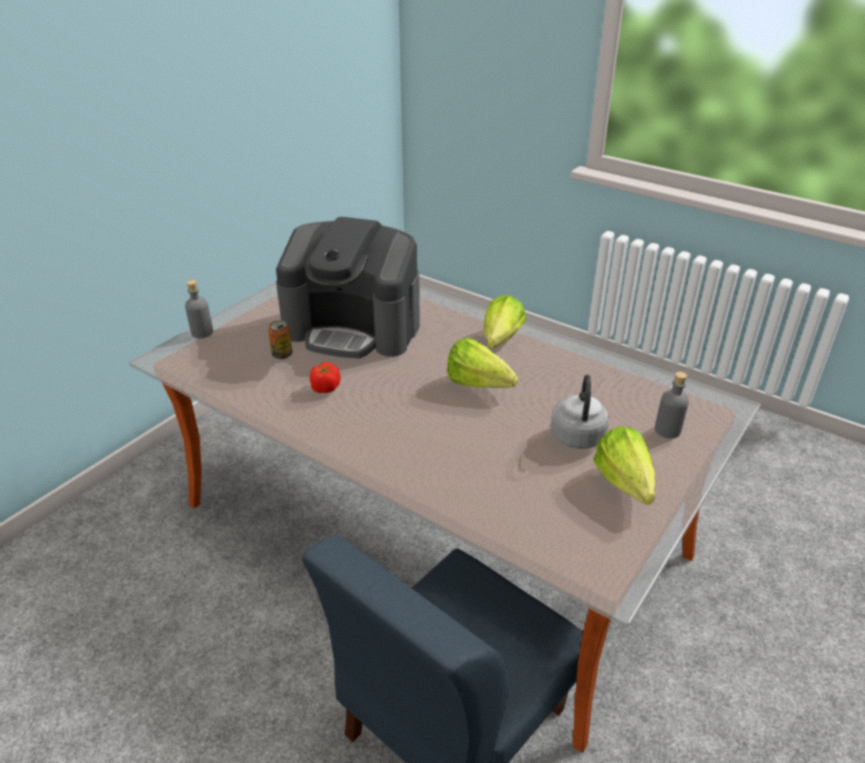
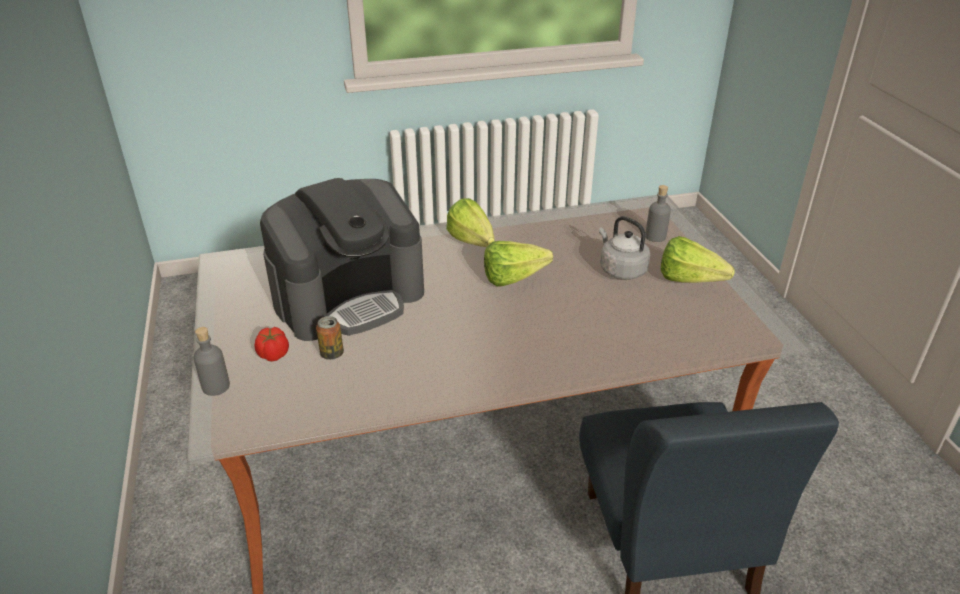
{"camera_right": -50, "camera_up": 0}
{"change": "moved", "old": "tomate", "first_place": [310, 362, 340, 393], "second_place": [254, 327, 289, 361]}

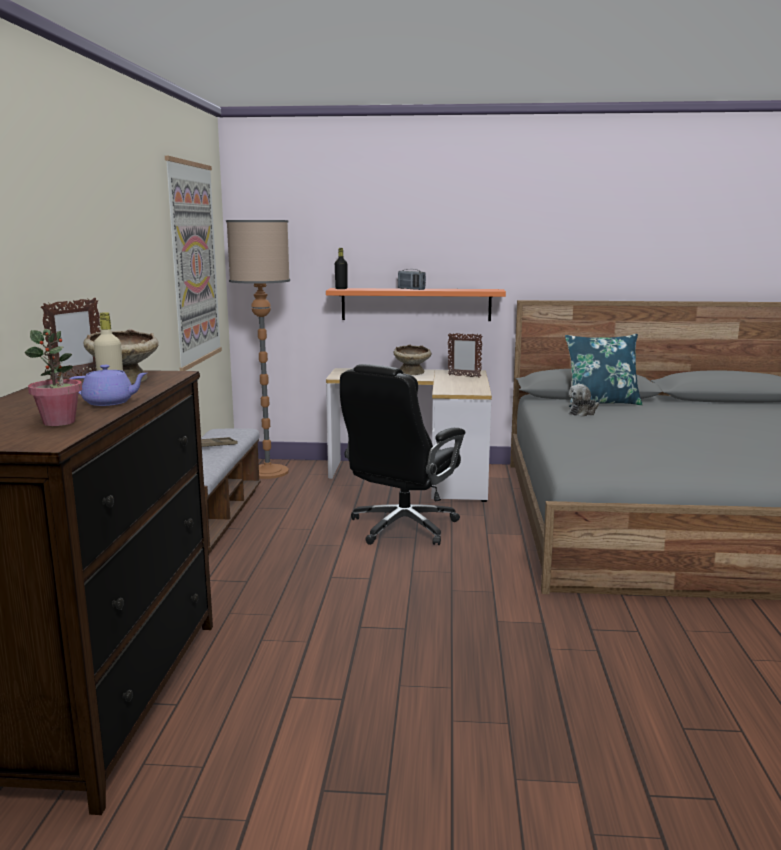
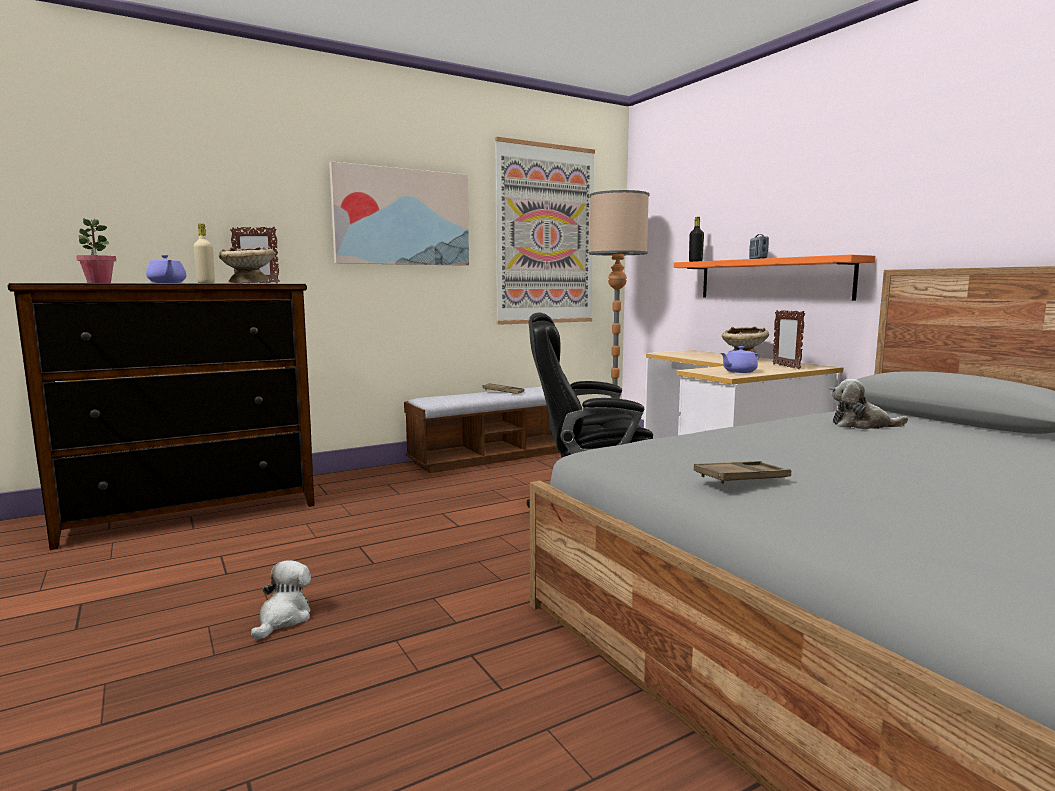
{"camera_right": 55, "camera_up": -5}
{"change": "removed", "old": "coussin [bleu]", "first_place": [565, 334, 643, 407]}
{"change": "added", "new": "tableau", "second_place": [329, 161, 469, 266]}
{"change": "added", "new": "théière [violet]", "second_place": [721, 346, 759, 373]}
{"change": "added", "new": "plateau [marron]", "second_place": [694, 461, 791, 484]}
{"change": "added", "new": "peluche", "second_place": [251, 560, 311, 640]}

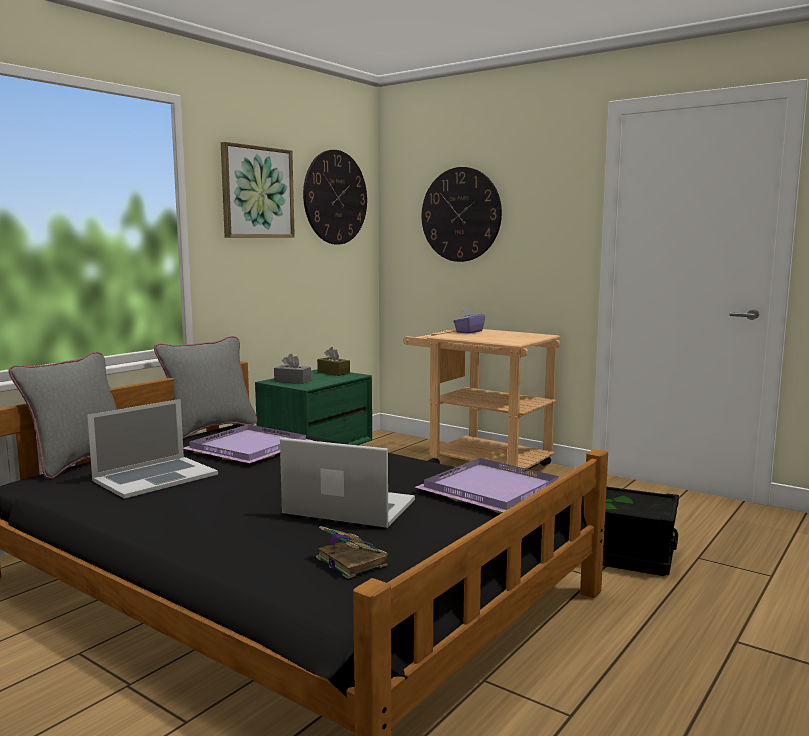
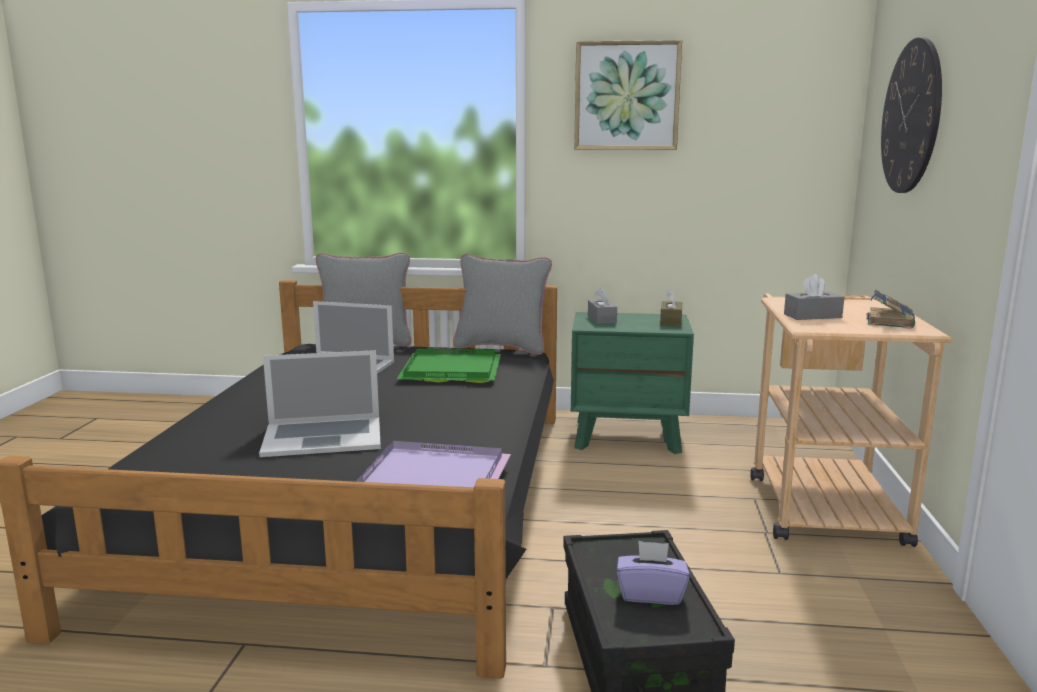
{"camera_right": 60, "camera_up": 5}
{"change": "removed", "old": "horloge murale", "first_place": [303, 150, 367, 245]}
{"change": "moved", "old": "boîte à mouchoirs [violet]", "first_place": [453, 307, 485, 334], "second_place": [617, 541, 690, 605]}
{"change": "recoloured", "old": "plateau [violet]", "new": "plateau [vert]", "first_place": [183, 424, 314, 463], "second_place": [397, 349, 501, 383]}
{"change": "turned", "old": "ordinateur portable", "first_place": [280, 438, 415, 528], "second_place": [259, 350, 381, 457], "degrees": 90}
{"change": "moved", "old": "livre", "first_place": [316, 526, 390, 579], "second_place": [866, 289, 915, 329]}
{"change": "added", "new": "boîte à mouchoirs [gris]", "second_place": [784, 274, 844, 320]}

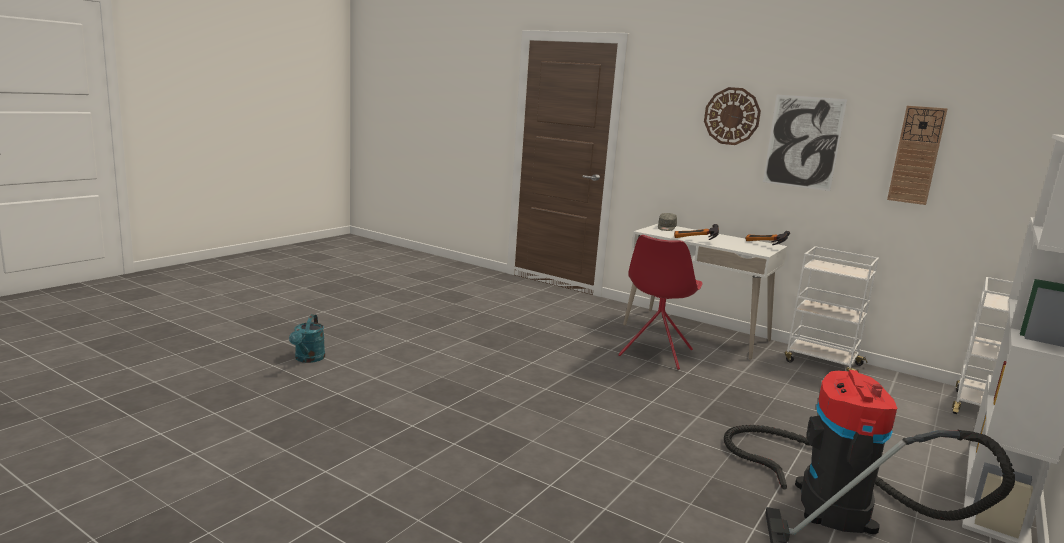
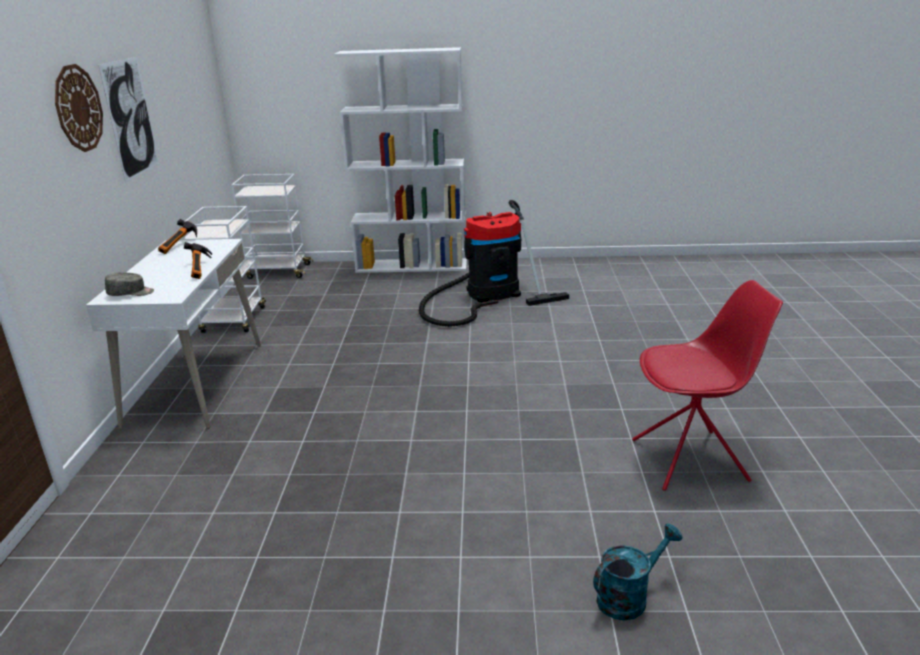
{"camera_right": -120, "camera_up": 10}
{"change": "removed", "old": "horloge murale", "first_place": [887, 106, 948, 205]}
{"change": "moved", "old": "chaise [rouge]", "first_place": [618, 235, 703, 370], "second_place": [632, 280, 783, 491]}

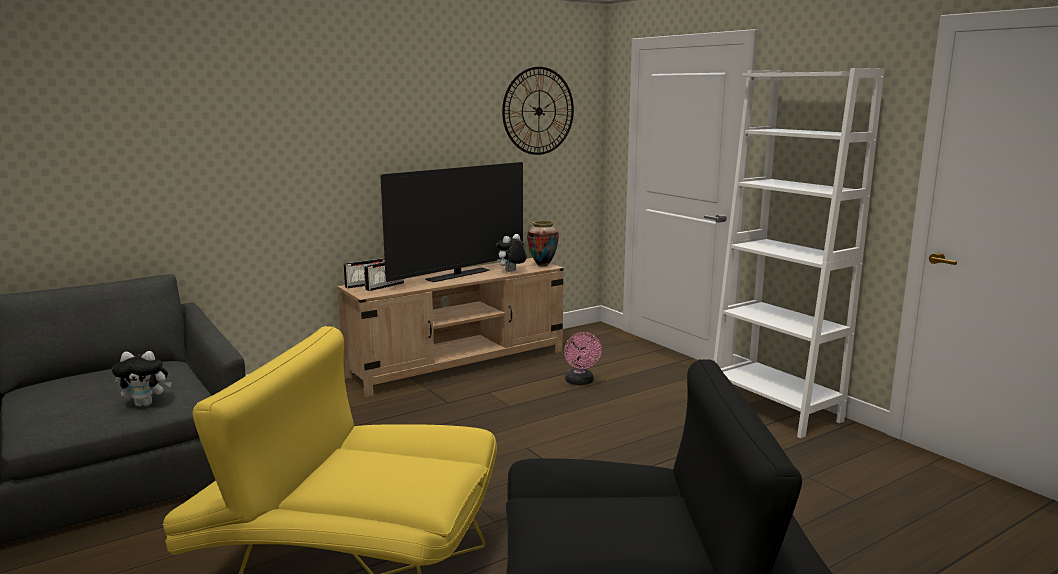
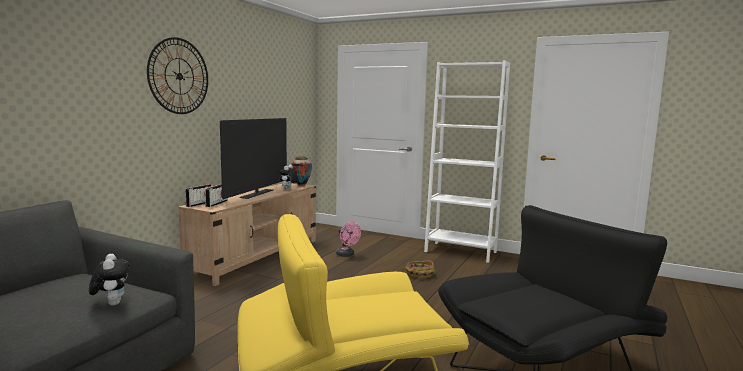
{"camera_right": -30, "camera_up": -5}
{"change": "moved", "old": "horloge murale", "first_place": [502, 67, 574, 155], "second_place": [147, 37, 208, 114]}
{"change": "turned", "old": "peluche", "first_place": [112, 351, 172, 406], "second_place": [89, 254, 130, 306], "degrees": -75}
{"change": "added", "new": "panier", "second_place": [402, 260, 435, 278]}

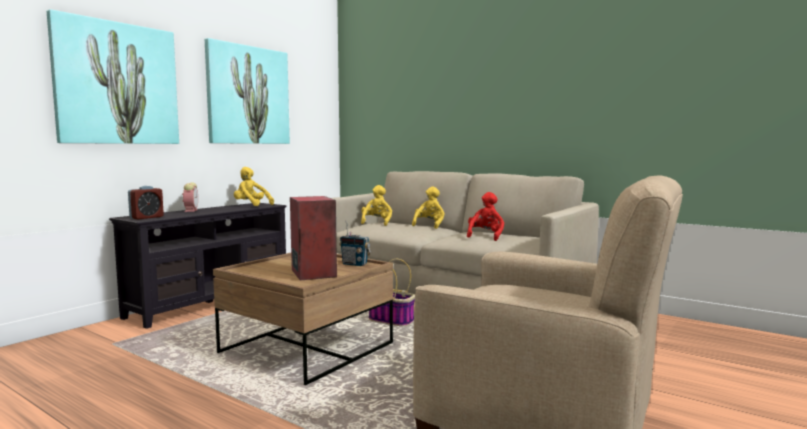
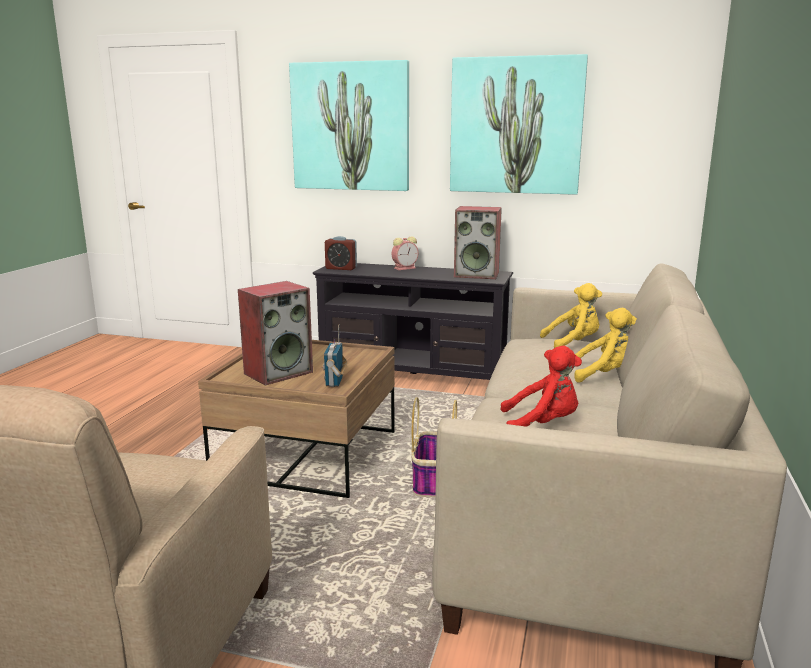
{"camera_right": 70, "camera_up": 10}
{"change": "replaced", "old": "peluche [jaune]", "new": "enceinte", "first_place": [234, 167, 274, 206], "second_place": [454, 206, 502, 279]}

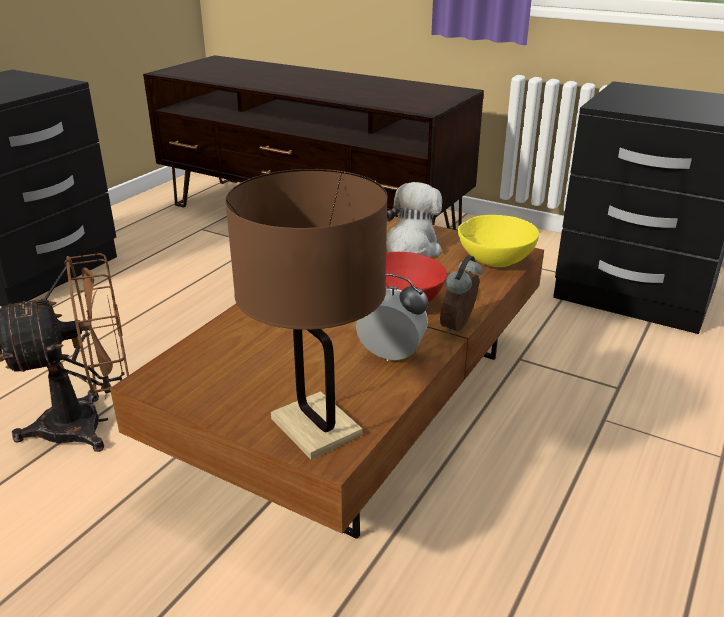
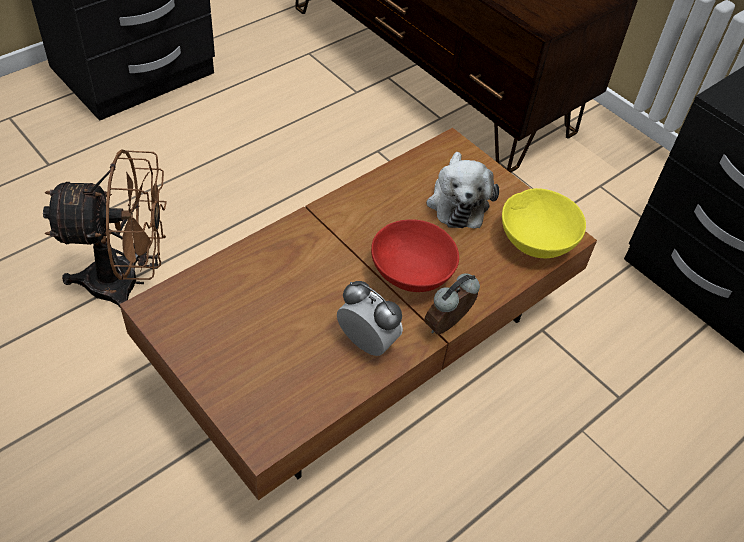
{"camera_right": 15, "camera_up": 20}
{"change": "removed", "old": "lampe de table [marron]", "first_place": [225, 169, 387, 459]}
{"change": "turned", "old": "peluche", "first_place": [386, 182, 442, 257], "second_place": [427, 152, 499, 229], "degrees": 135}

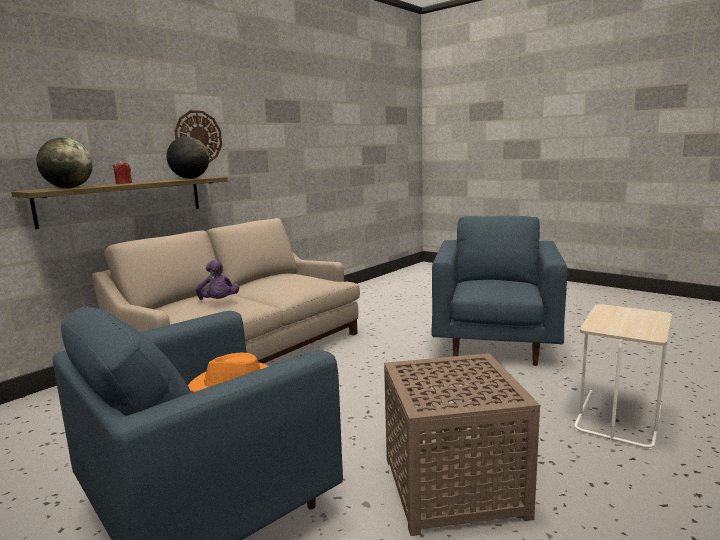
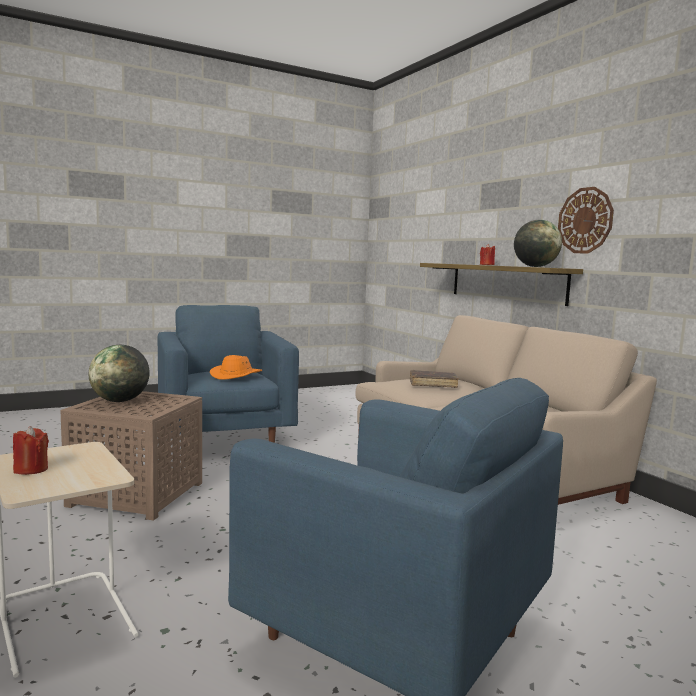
{"camera_right": 110, "camera_up": -5}
{"change": "moved", "old": "globe", "first_place": [36, 137, 93, 188], "second_place": [89, 345, 150, 402]}
{"change": "replaced", "old": "peluche [violet]", "new": "livre [marron]", "first_place": [196, 260, 239, 300], "second_place": [410, 370, 459, 388]}
{"change": "added", "new": "bougie [rouge]", "second_place": [13, 426, 49, 475]}

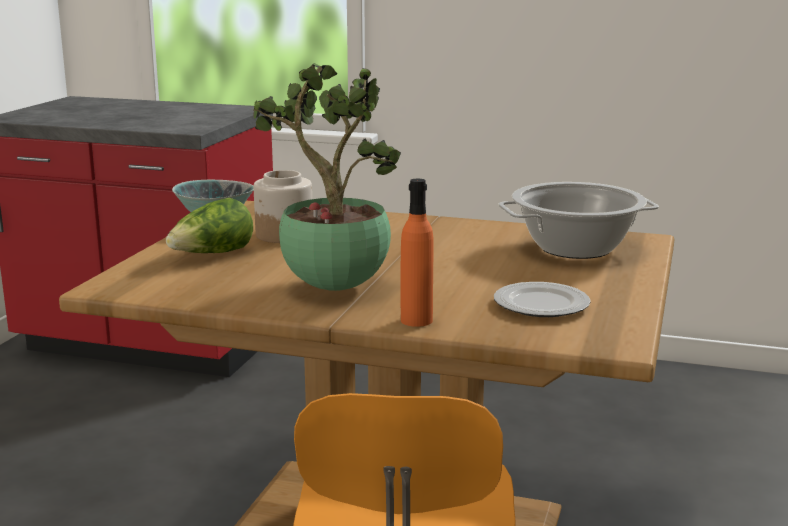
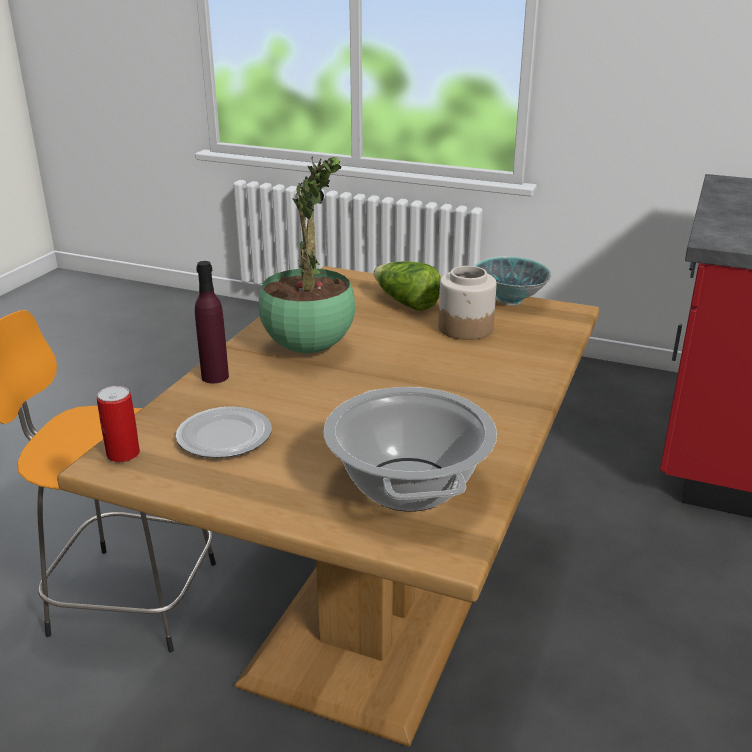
{"camera_right": 95, "camera_up": 10}
{"change": "recoloured", "old": "bouteille [orange]", "new": "bouteille [violet]", "first_place": [401, 179, 433, 327], "second_place": [195, 261, 229, 383]}
{"change": "added", "new": "boîte métallique", "second_place": [97, 386, 140, 462]}

